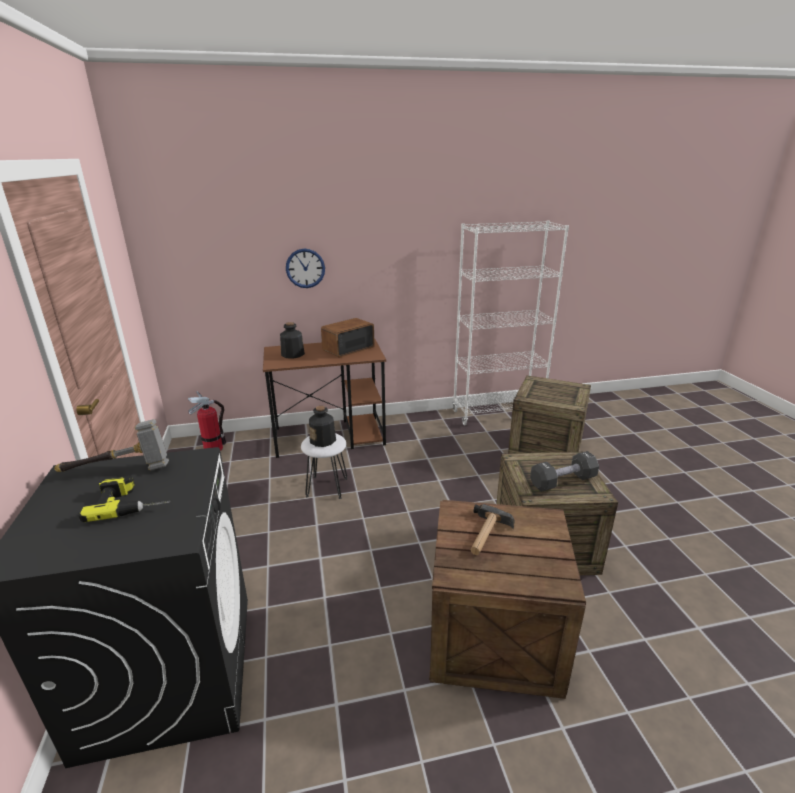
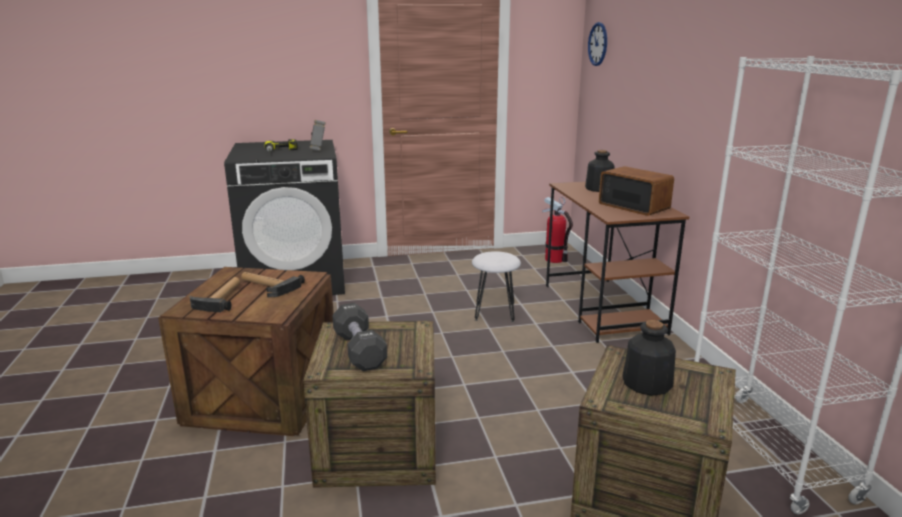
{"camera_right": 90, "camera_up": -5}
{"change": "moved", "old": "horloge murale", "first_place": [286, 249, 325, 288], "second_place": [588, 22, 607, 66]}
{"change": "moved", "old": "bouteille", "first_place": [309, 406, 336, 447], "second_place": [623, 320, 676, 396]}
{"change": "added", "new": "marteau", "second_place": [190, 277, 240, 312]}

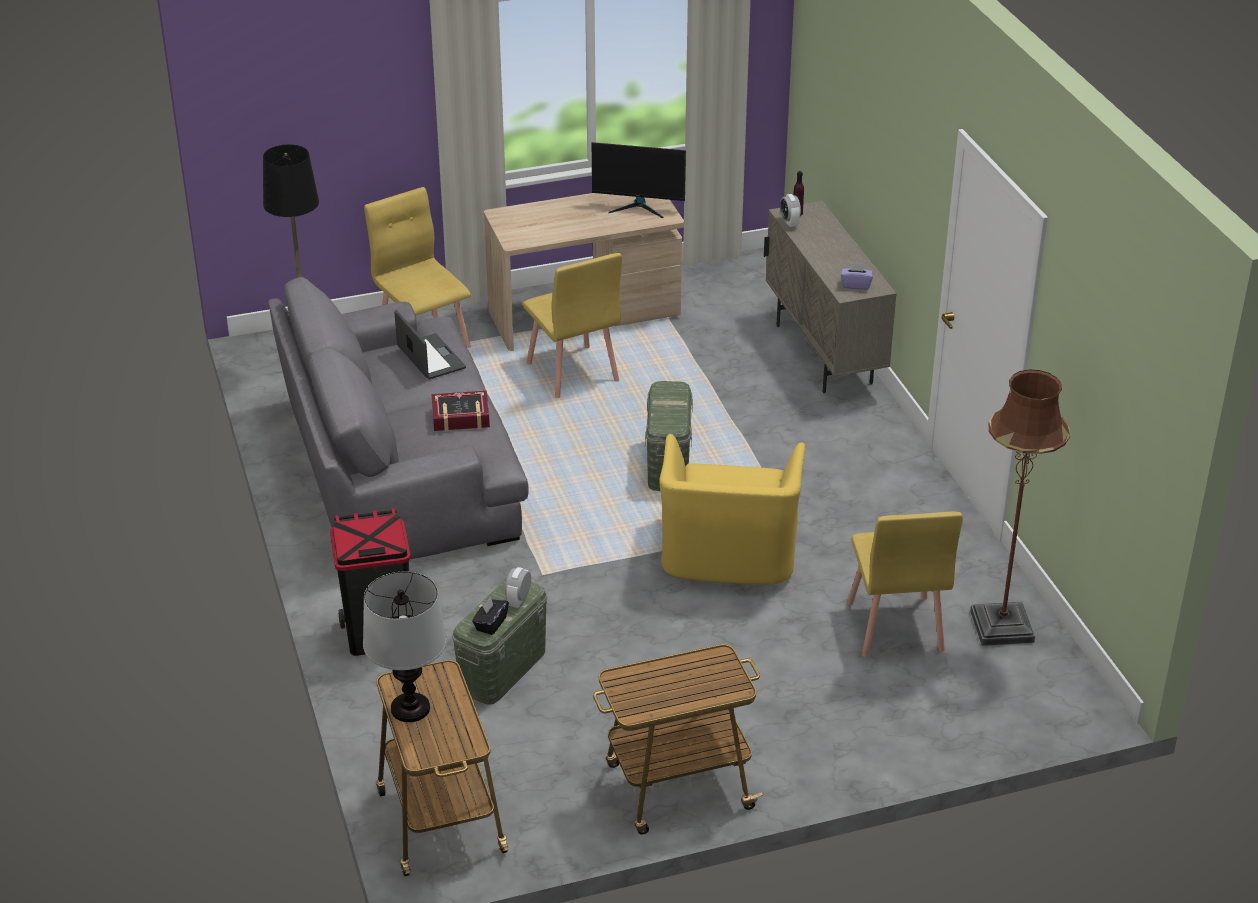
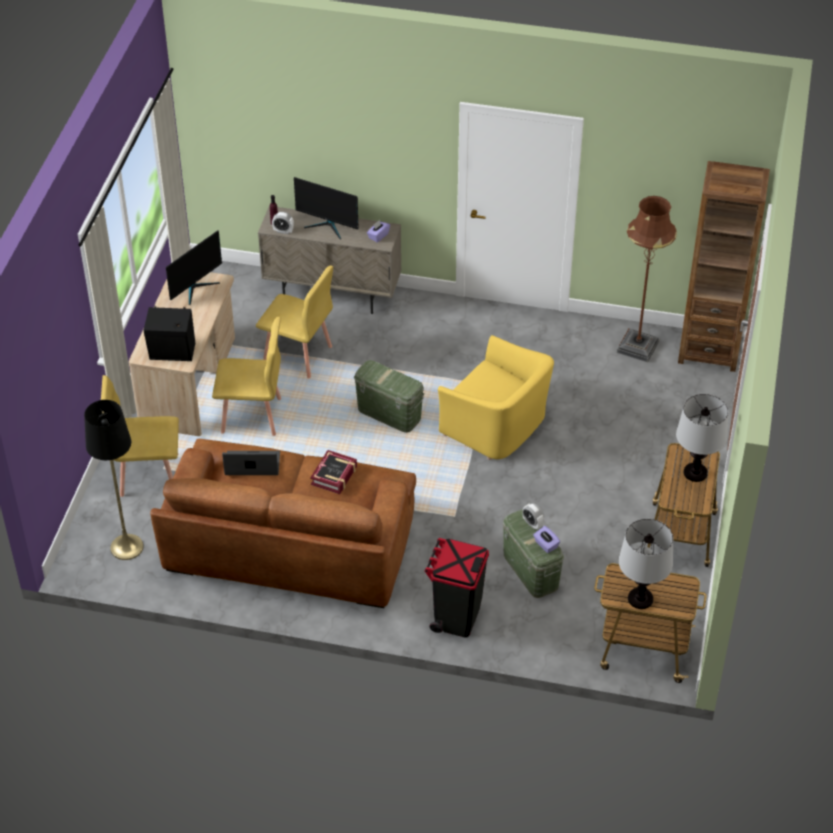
{"camera_right": -60, "camera_up": 10}
{"change": "recoloured", "old": "canapé [gris]", "new": "canapé [marron]", "first_place": [268, 277, 529, 559], "second_place": [150, 439, 416, 608]}
{"change": "moved", "old": "chaise [jaune]", "first_place": [847, 512, 963, 657], "second_place": [256, 265, 333, 378]}
{"change": "recoloured", "old": "boîte à mouchoirs [noir]", "new": "boîte à mouchoirs [violet]", "first_place": [472, 597, 509, 635], "second_place": [533, 526, 560, 553]}
{"change": "added", "new": "bibliothèque [marron]", "second_place": [678, 161, 770, 372]}
{"change": "added", "new": "écran d'ordinateur", "second_place": [294, 177, 359, 239]}
{"change": "added", "new": "enceinte [noir]", "second_place": [144, 306, 195, 361]}
{"change": "added", "new": "lampe de table", "second_place": [676, 394, 728, 482]}

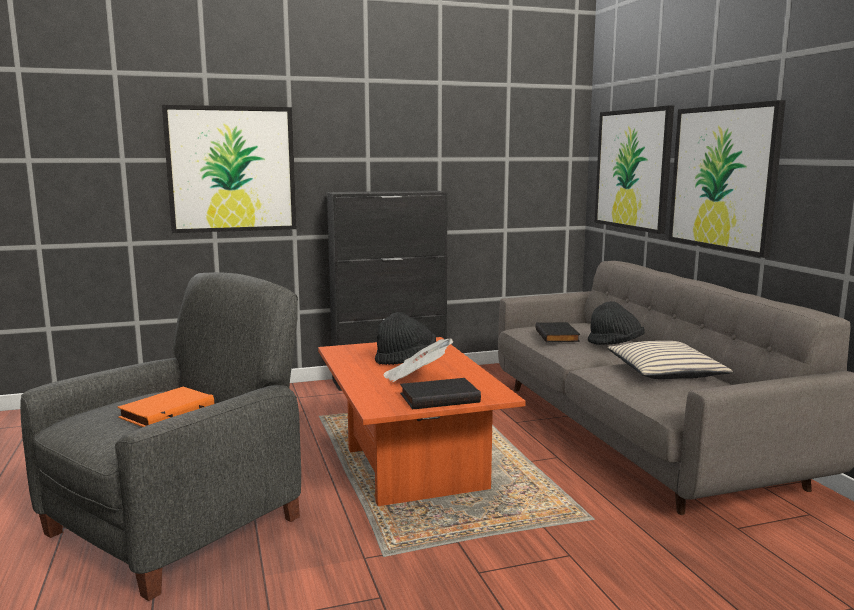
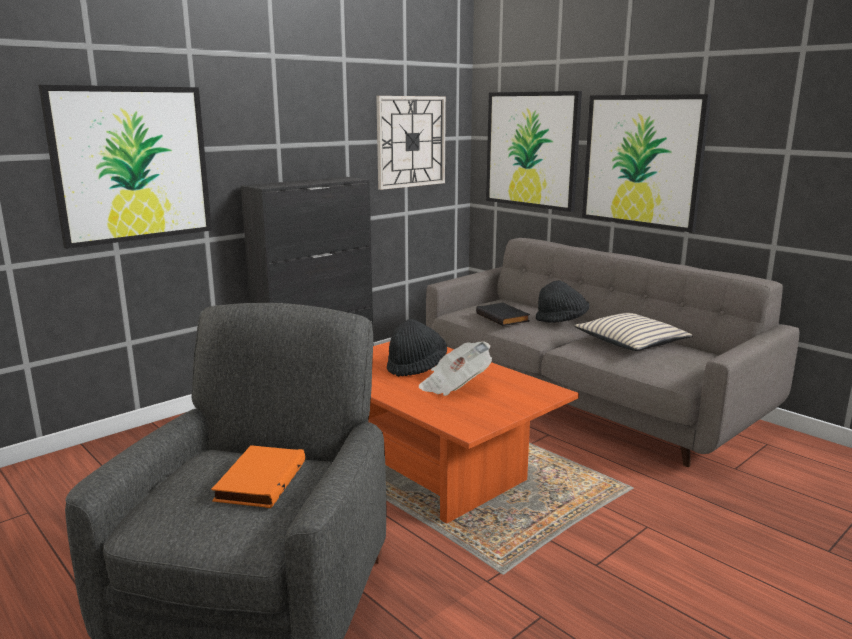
{"camera_right": -25, "camera_up": 5}
{"change": "removed", "old": "livre [noir]", "first_place": [400, 378, 481, 409]}
{"change": "added", "new": "horloge murale", "second_place": [376, 96, 446, 190]}

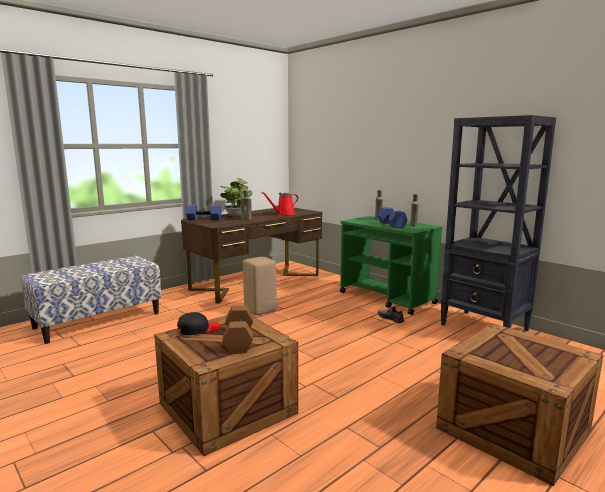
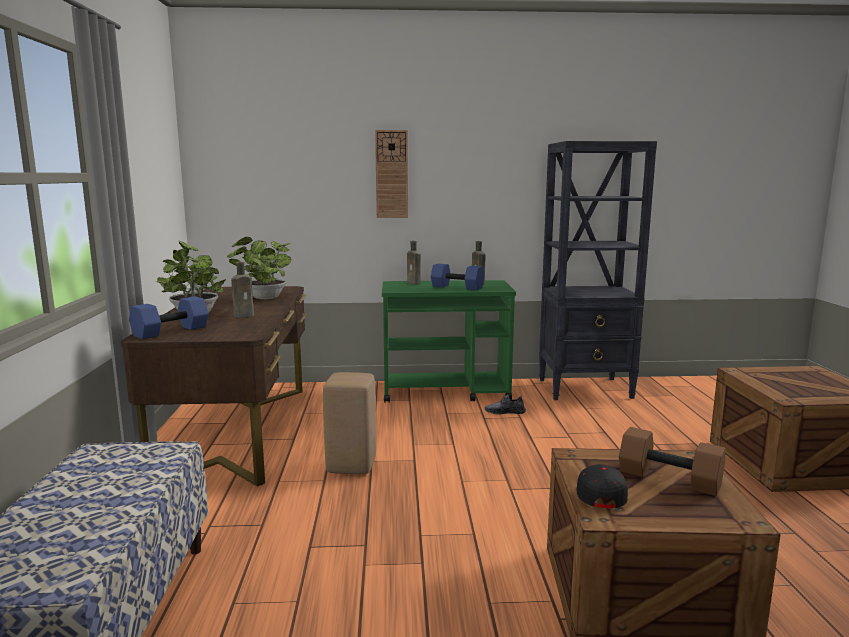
{"camera_right": -50, "camera_up": 0}
{"change": "replaced", "old": "arrosoir [rouge]", "new": "plante en pot", "first_place": [261, 192, 298, 215], "second_place": [227, 237, 291, 300]}
{"change": "added", "new": "horloge murale", "second_place": [375, 130, 408, 218]}

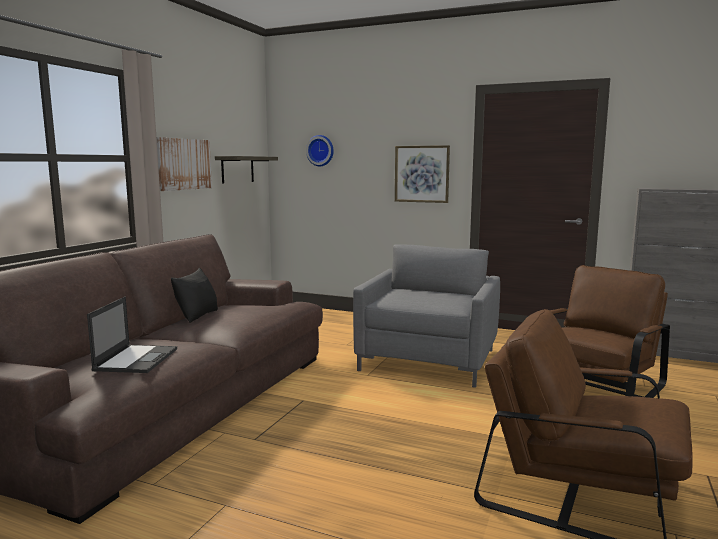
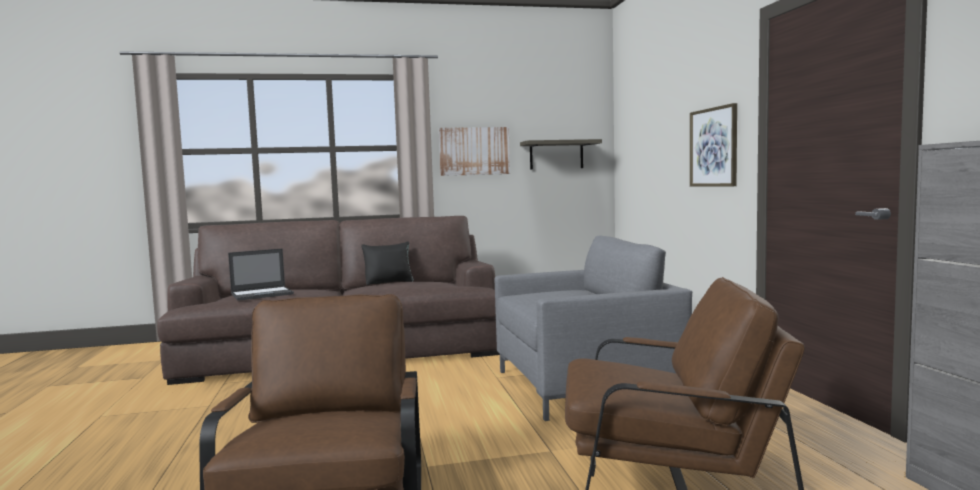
{"camera_right": 55, "camera_up": -5}
{"change": "removed", "old": "horloge murale", "first_place": [306, 135, 334, 166]}

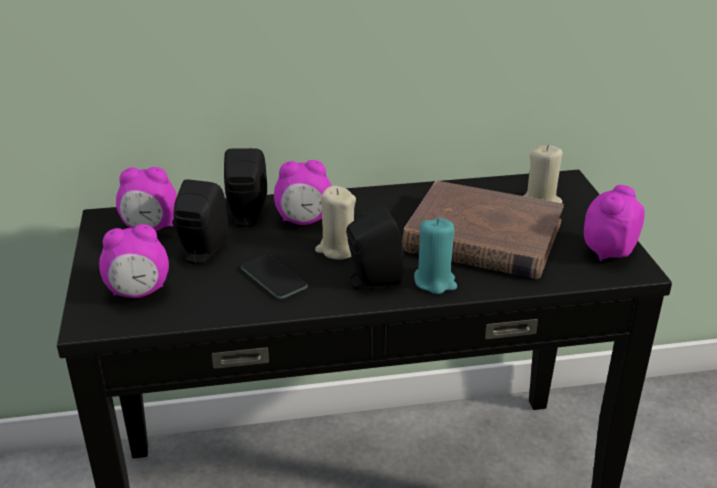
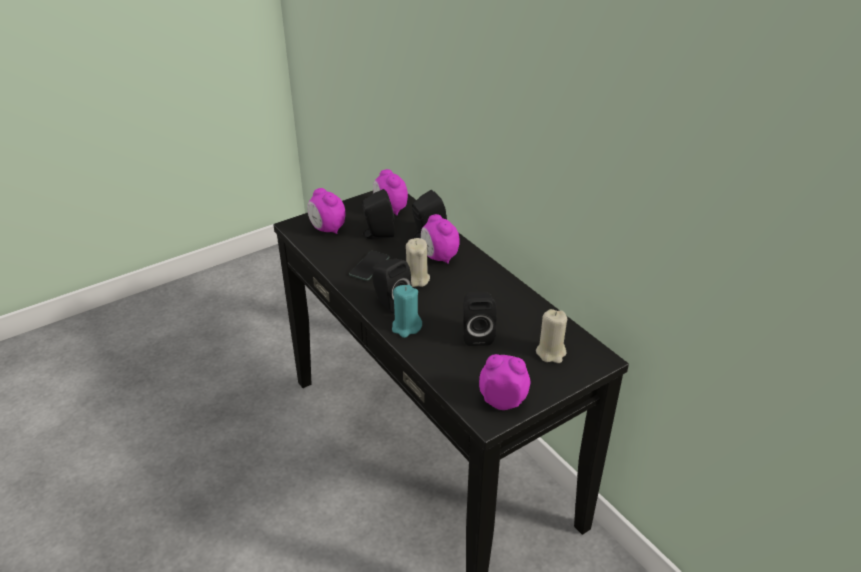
{"camera_right": 65, "camera_up": 5}
{"change": "replaced", "old": "livre [marron]", "new": "enceinte [noir]", "first_place": [402, 181, 564, 279], "second_place": [463, 292, 497, 346]}

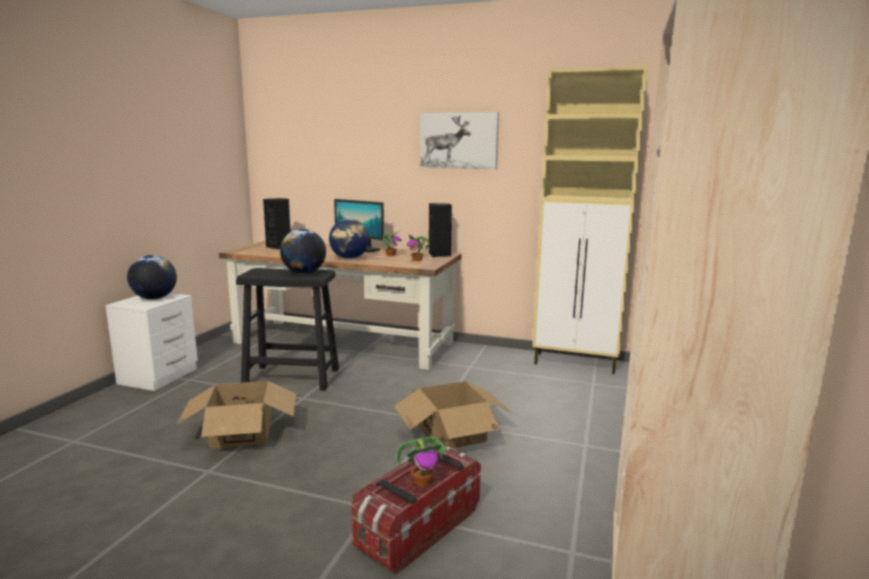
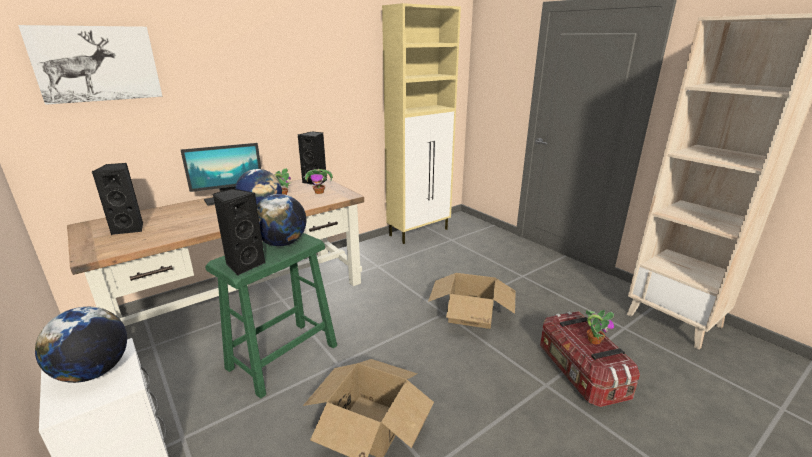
{"camera_right": -55, "camera_up": 10}
{"change": "moved", "old": "tableau", "first_place": [420, 112, 499, 169], "second_place": [18, 25, 163, 105]}
{"change": "recoloured", "old": "tabouret [noir]", "new": "tabouret [vert]", "first_place": [236, 268, 339, 391], "second_place": [205, 233, 337, 398]}
{"change": "added", "new": "enceinte [noir]", "second_place": [213, 188, 266, 275]}

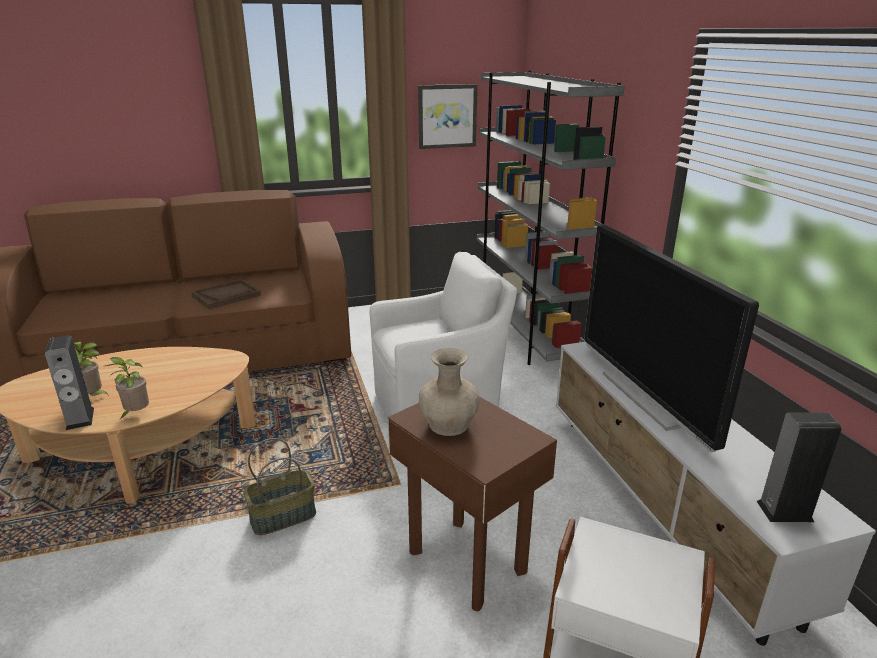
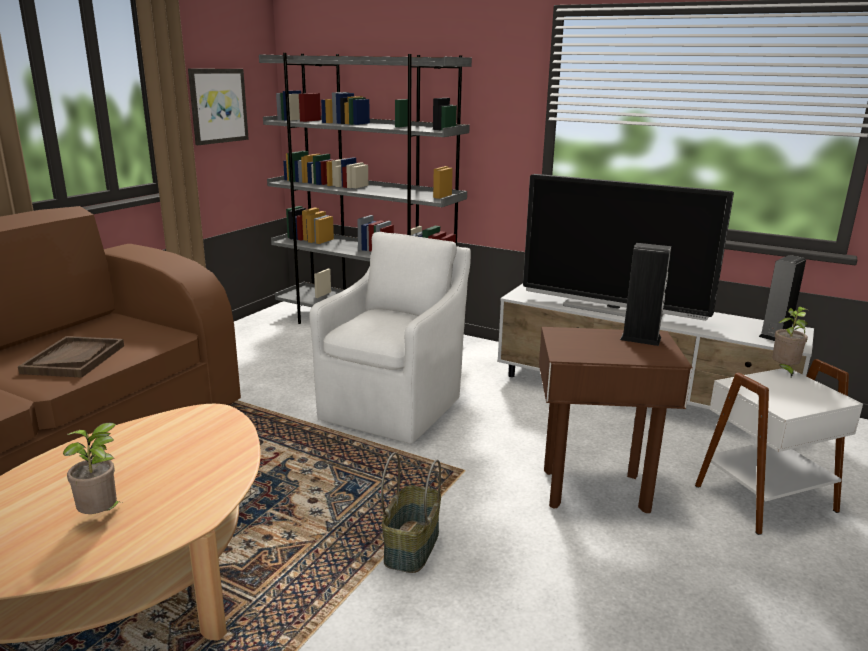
{"camera_right": -45, "camera_up": -5}
{"change": "moved", "old": "enceinte", "first_place": [45, 335, 94, 430], "second_place": [620, 243, 671, 346]}
{"change": "removed", "old": "vase [beige]", "first_place": [419, 348, 480, 436]}
{"change": "moved", "old": "plante en pot", "first_place": [105, 357, 149, 419], "second_place": [772, 306, 808, 377]}

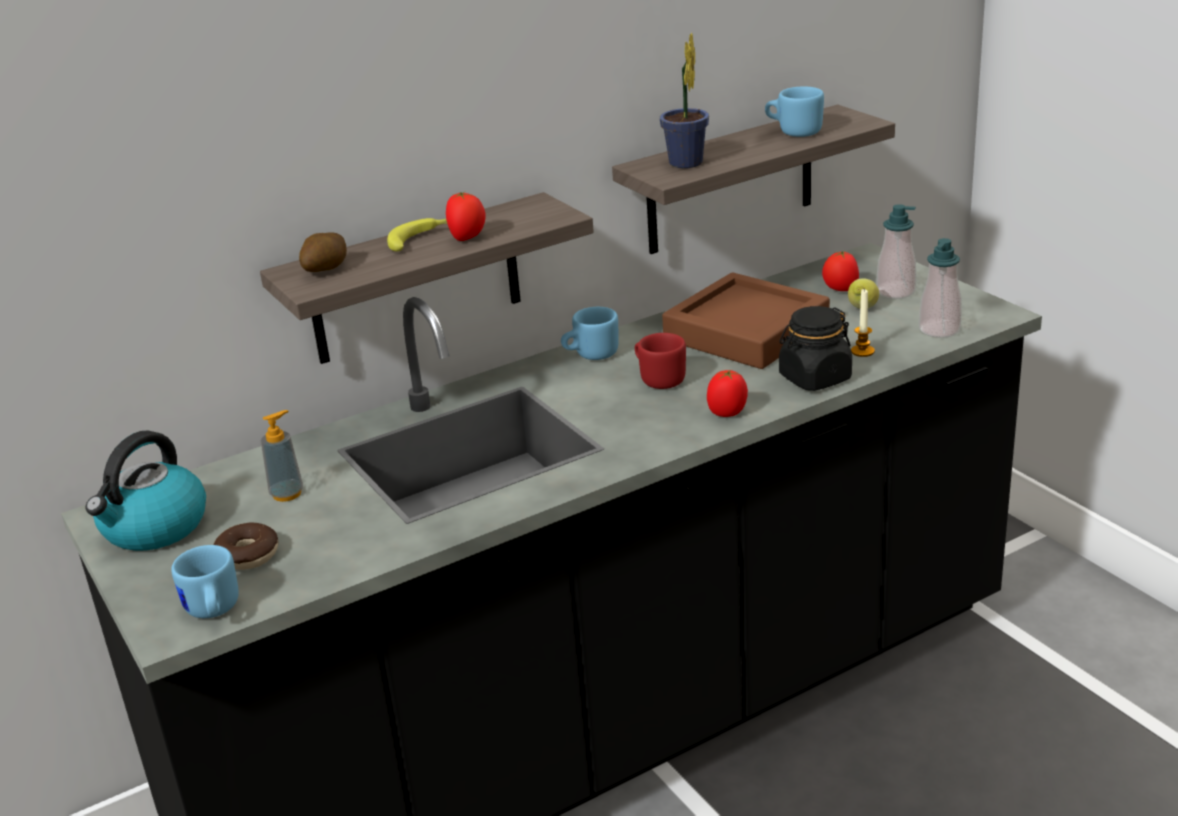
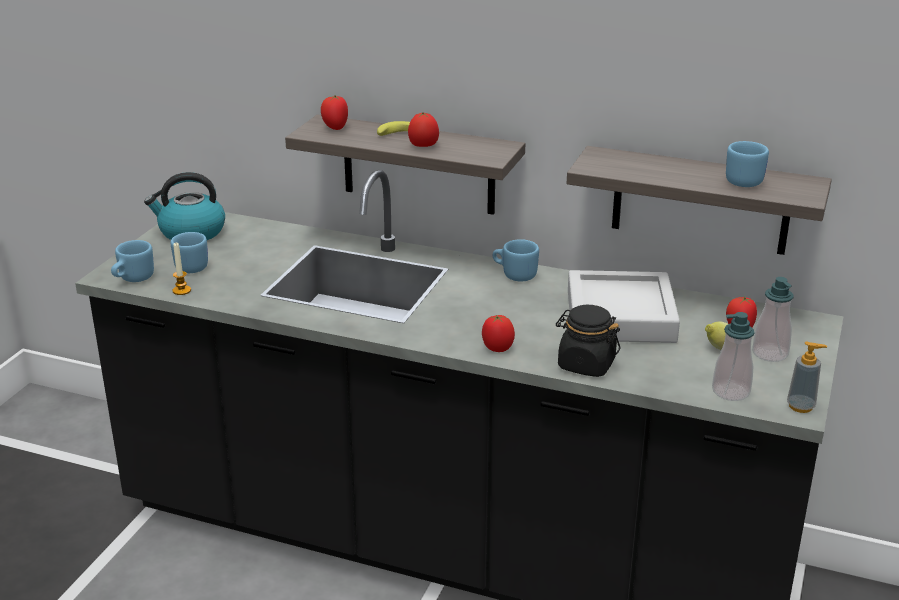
{"camera_right": 50, "camera_up": 0}
{"change": "removed", "old": "plante en pot", "first_place": [660, 33, 709, 168]}
{"change": "replaced", "old": "pomme de terre", "new": "tomate", "first_place": [299, 232, 347, 272], "second_place": [321, 95, 348, 130]}
{"change": "recoloured", "old": "plateau [marron]", "new": "plateau [gris]", "first_place": [662, 273, 830, 369], "second_place": [568, 270, 680, 343]}
{"change": "moved", "old": "bougie", "first_place": [851, 288, 875, 357], "second_place": [172, 243, 191, 295]}
{"change": "removed", "old": "mug [rouge]", "first_place": [635, 333, 686, 389]}
{"change": "moved", "old": "distributeur de savon", "first_place": [261, 410, 303, 502], "second_place": [787, 341, 827, 413]}
{"change": "replaced", "old": "beignet", "new": "mug [bleu]", "first_place": [213, 522, 278, 570], "second_place": [171, 232, 208, 273]}

